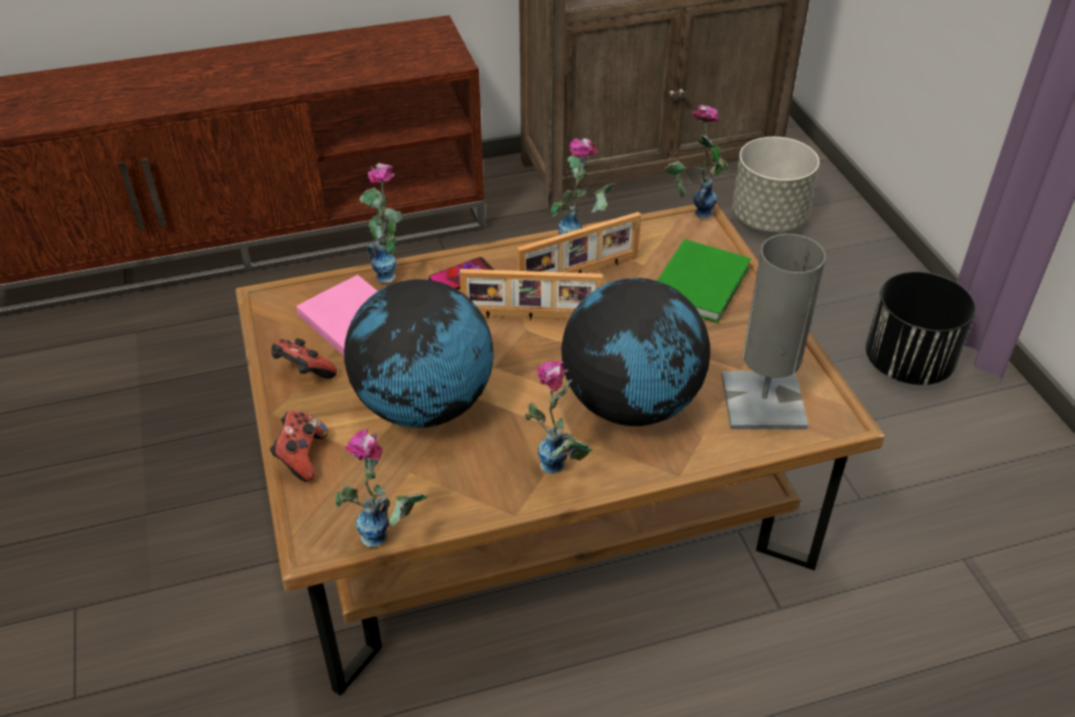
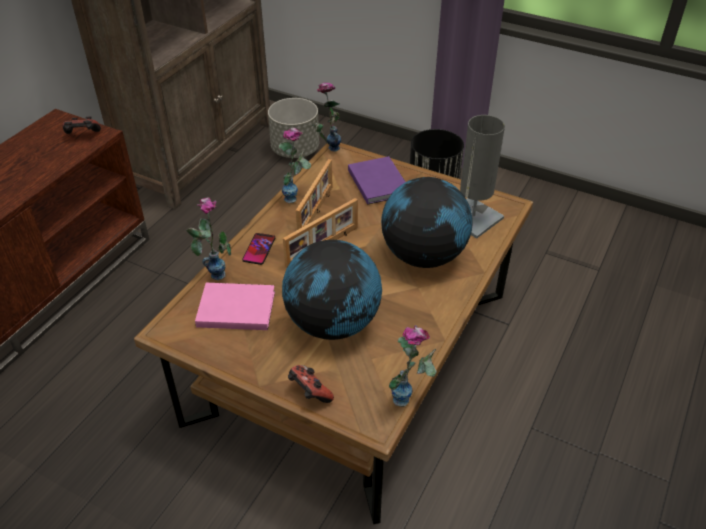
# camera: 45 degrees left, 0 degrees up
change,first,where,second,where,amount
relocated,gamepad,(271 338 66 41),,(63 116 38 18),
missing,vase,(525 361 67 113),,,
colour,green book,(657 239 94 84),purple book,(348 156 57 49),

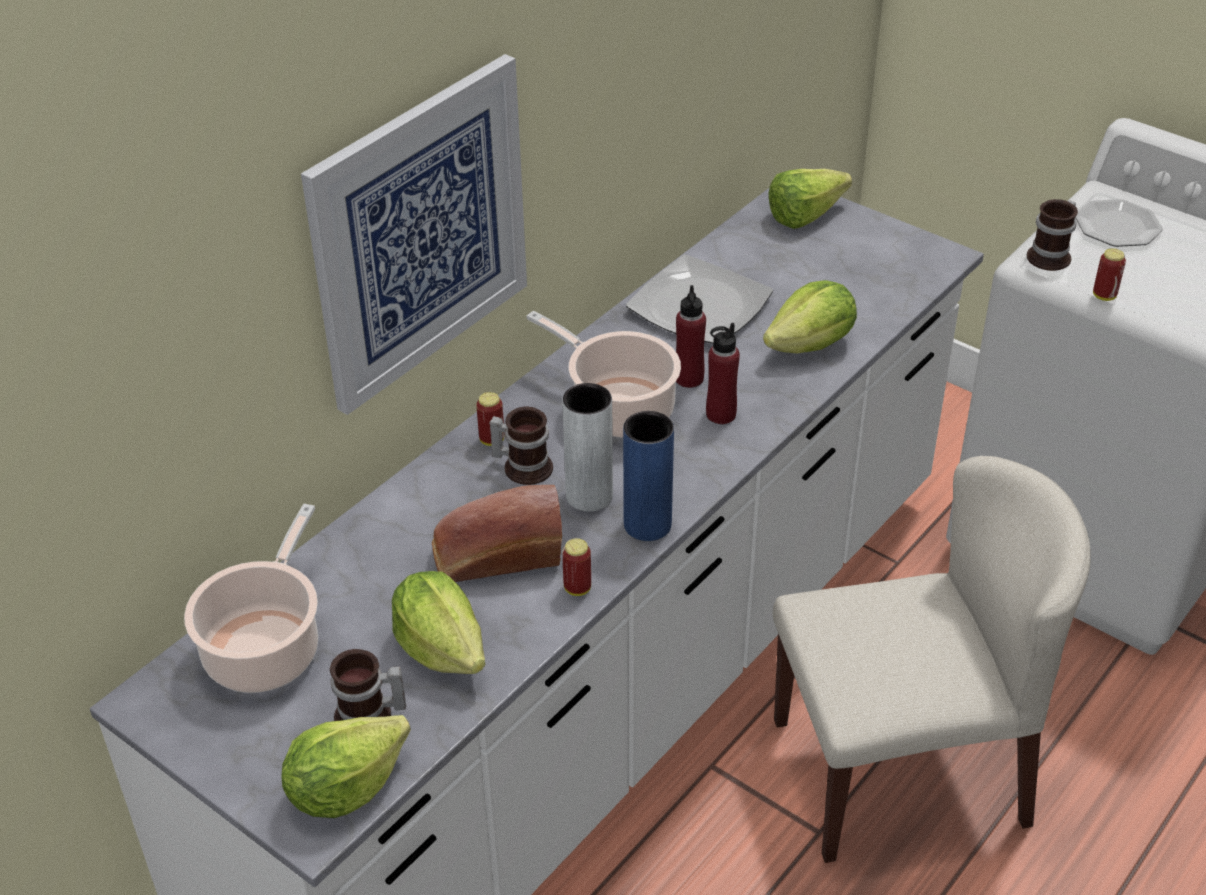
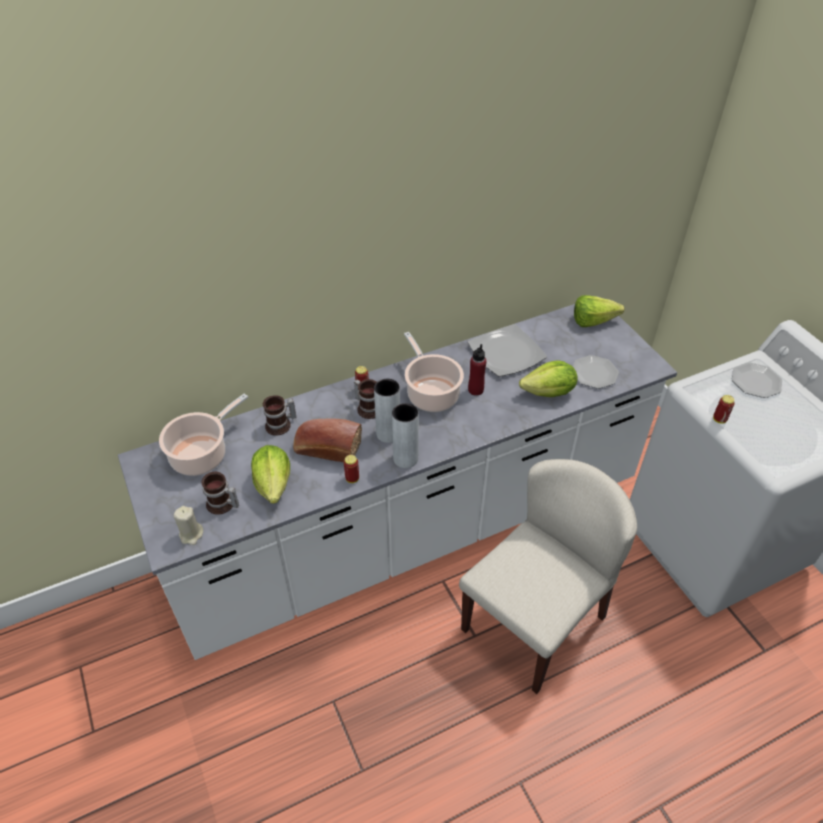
# camera: 25 degrees right, 5 degrees up
change,first,where,second,where,amount
exchanged,lettuce head,(281 715 130 103),beige-coloured candle,(174 506 29 39),
missing,wall picture,(301 54 226 361),,,
colour,blue-coloured vase,(623 411 51 130),grey vase,(392 403 27 65),
missing,red drink bottle,(706 323 34 101),,,
spun,beige-coloured upright chair,(773 456 318 407),,(459 459 178 235),60 degrees counterclockwise
relocated,coffee mug,(1027 199 51 72),,(263 395 33 41),
appeared,,,plate,(573 355 46 34),

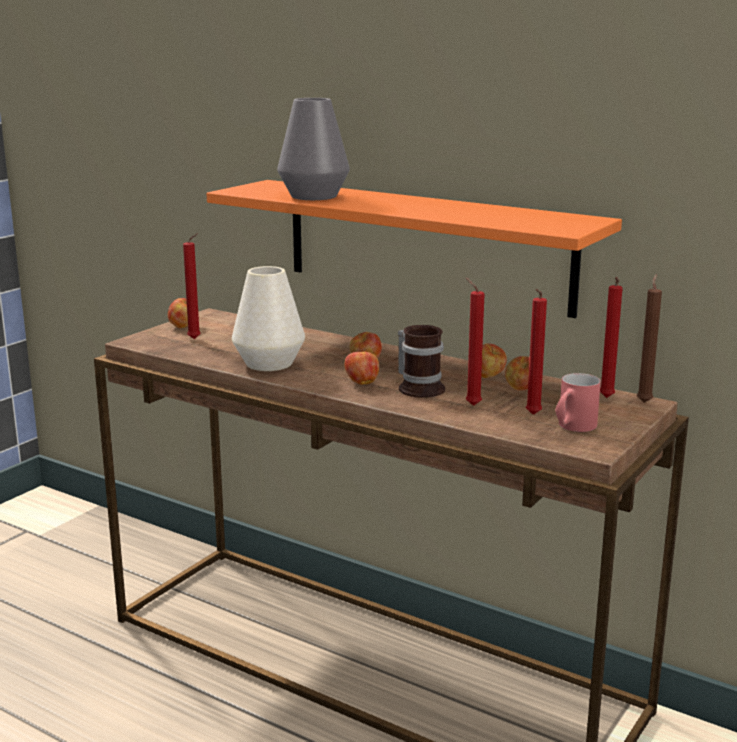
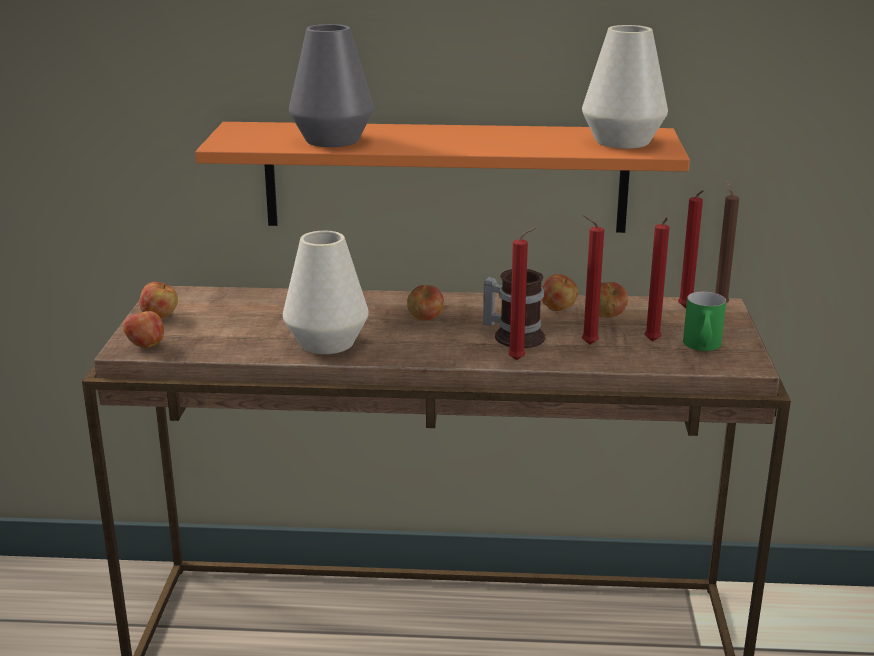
# camera: 30 degrees left, 5 degrees up
change,first,where,second,where,amount
relocated,red candle,(183 233 18 106),,(508 227 28 133),
relocated,apple fruit,(344 348 35 37),,(123 307 41 41),
colour,red coffee mug,(555 373 46 59),green coffee mug,(683 292 43 59),
appeared,,,white-coloured vase,(582 25 86 124),

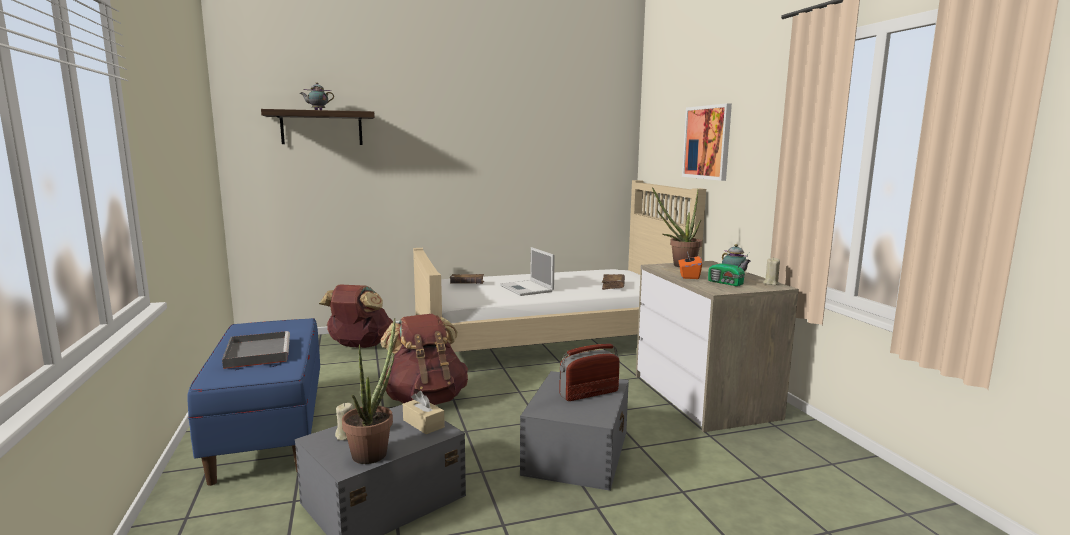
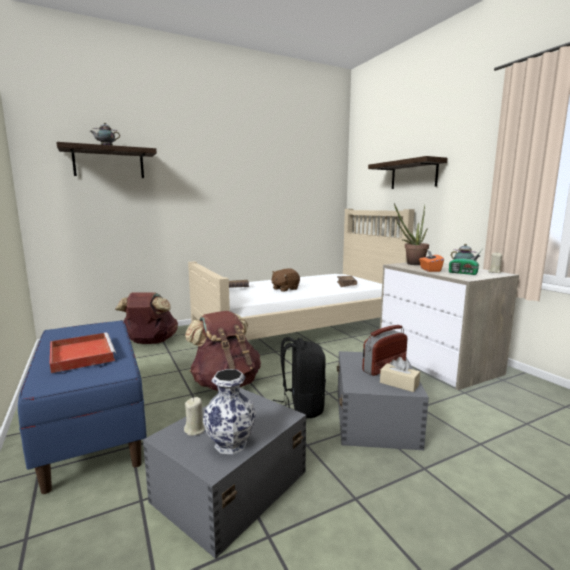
# camera: 10 degrees left, 0 degrees up
change,first,where,second,where,amount
colour,grey serving tray,(222 331 68 38),red serving tray,(50 333 66 40),
exchanged,houseplant,(342 318 53 146),vase,(203 369 53 86),
relocated,beige-coloured tissue holder,(403 391 42 43),,(380 357 40 35),
exchanged,laptop,(500 247 55 49),brown-coloured soft toy,(272 268 28 24),
exchanged,wall picture,(682 103 50 78),wall shelf,(368 156 80 33),
appeared,,,black backpack,(273 337 53 81),

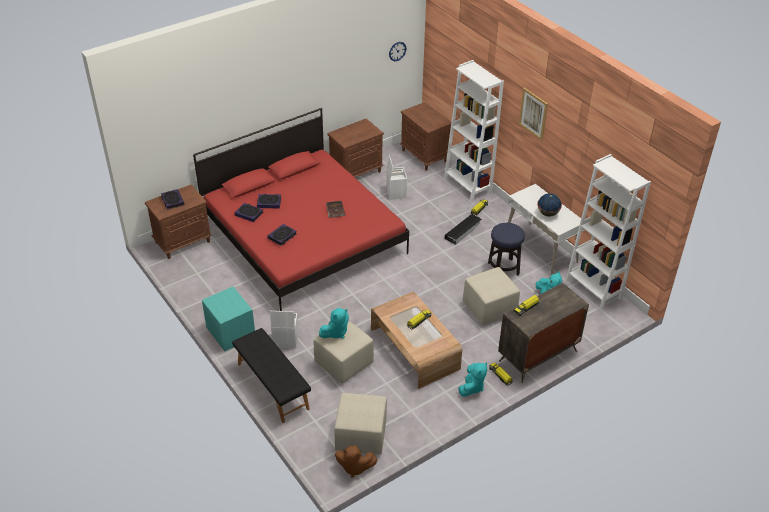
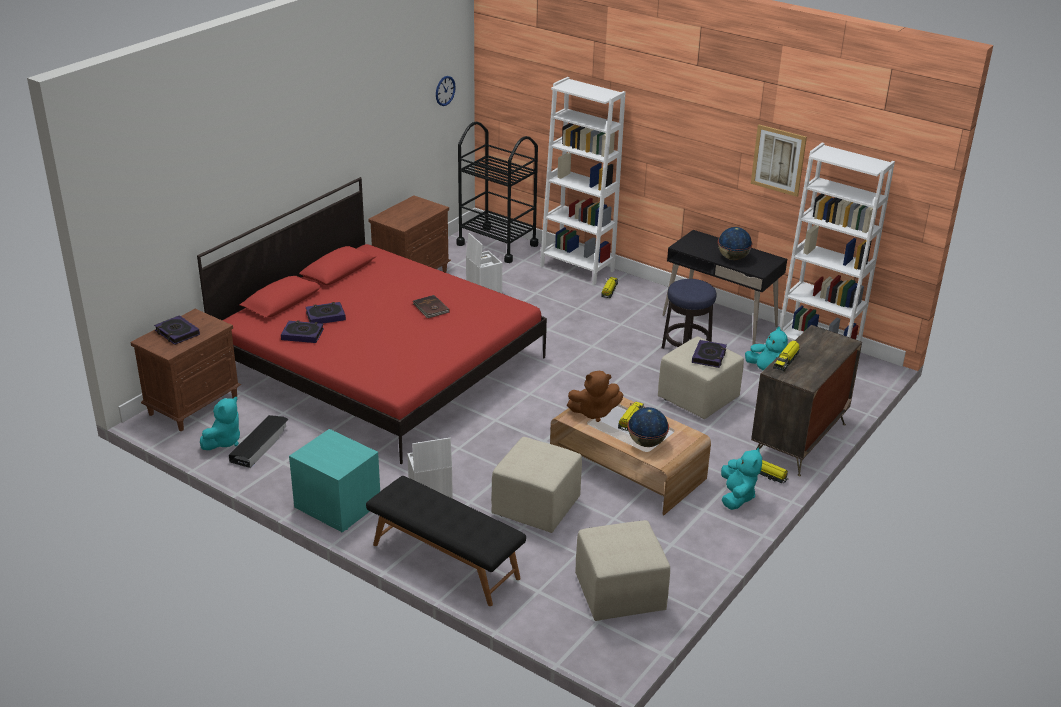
# camera: 20 degrees left, 10 degrees down
change,first,where,second,where,amount
relocated,book,(268 224 29 22),,(692 340 35 28),
relocated,turquoise-coloured soft toy,(319 308 30 31),,(200 397 40 53),
relocated,brown-coloured soft toy,(335 445 43 33),,(567 371 56 51),
exchanged,brown-coloured nightstand,(400 102 51 69),black wheeled cart,(456 121 82 142),
relocated,black storage container,(445 214 37 31),,(229 415 59 53),
colour,white-coloured desk table,(508 184 77 92),black desk table,(663 230 124 115),
relocated,wall picture,(519 88 29 53),,(751 125 56 72),
appeared,,,globe,(628 407 41 40),

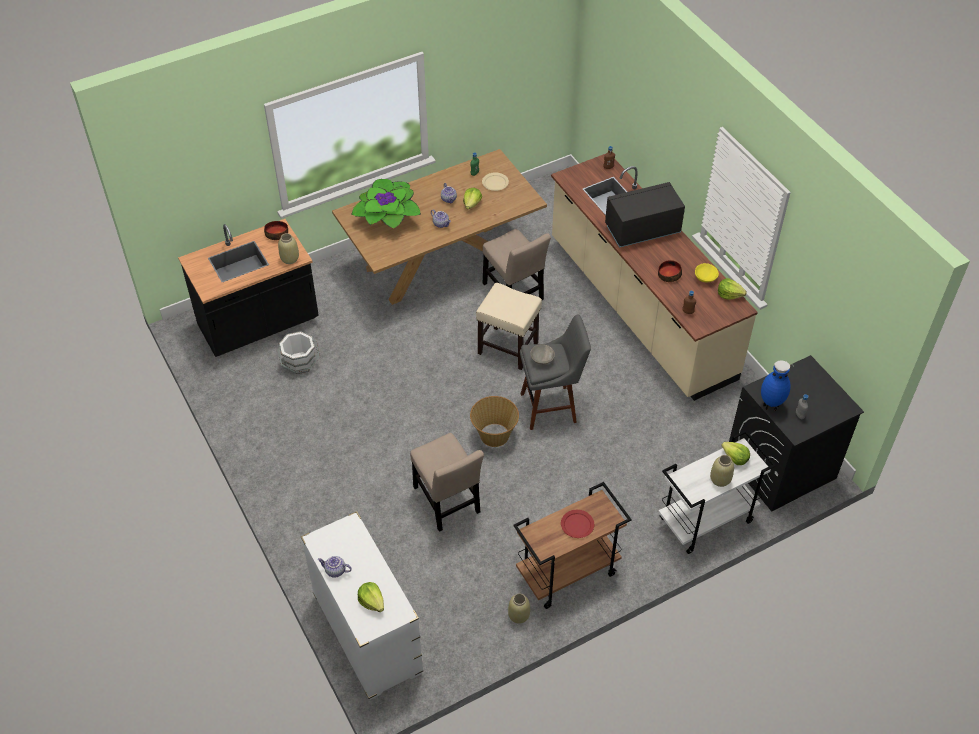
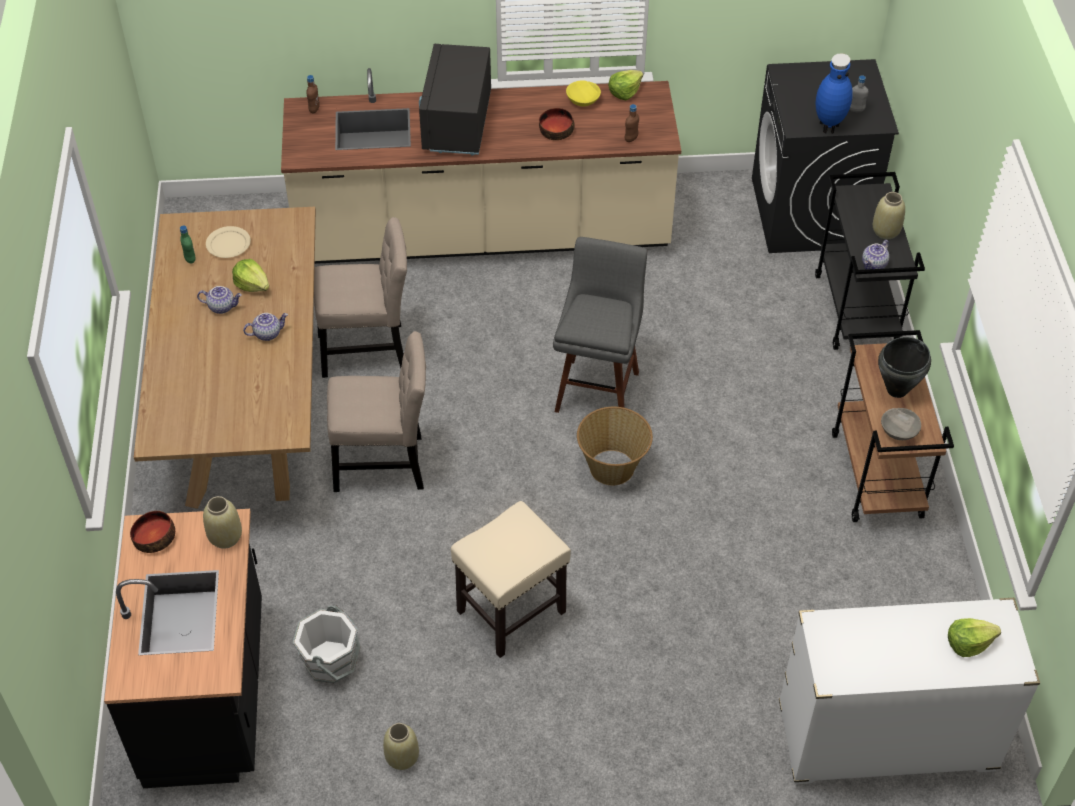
# camera: 65 degrees left, 0 degrees up
change,first,where,second,where,amount
relocated,teapot,(317 556 34 22),,(862 240 27 30),
missing,houseplant,(351 179 70 50),,,
relocated,beige-coloured upright chair,(410 433 74 99),,(327 331 99 161),
relocated,beige-coloured stool seat,(476 283 66 87),,(451 501 120 157),
relocated,beige-coloured vase,(508 593 22 31),,(383 723 36 47),
relocated,grey serving bowl,(531 344 24 21),,(881 408 40 32),
exchanged,red plate,(561 510 33 28),black cooking pot,(878 337 53 61),
colour,white-coloured wheeled cart,(658 430 118 124),black wheeled cart,(815 172 110 178),
missing,lettuce head,(721 442 29 23),,,

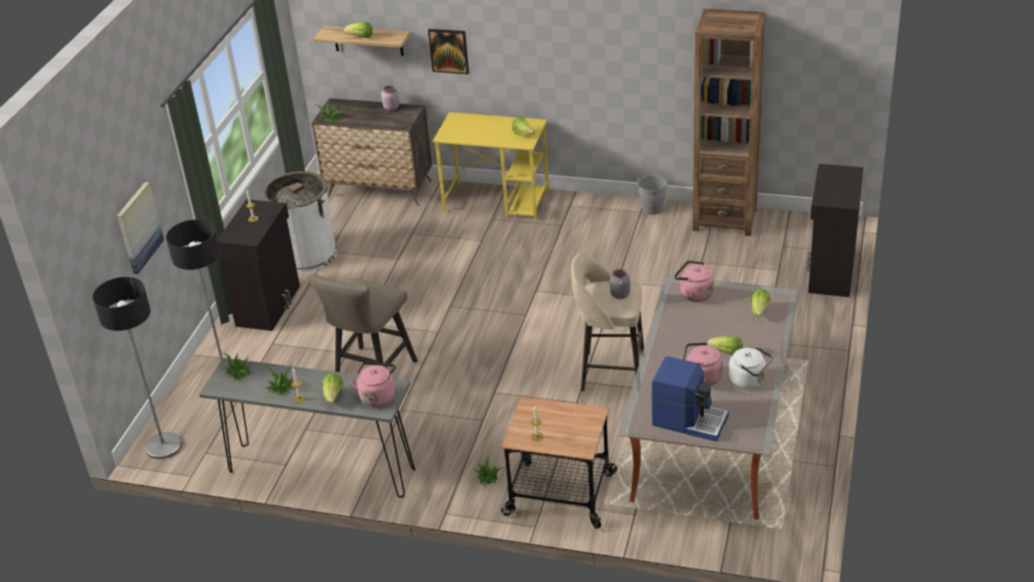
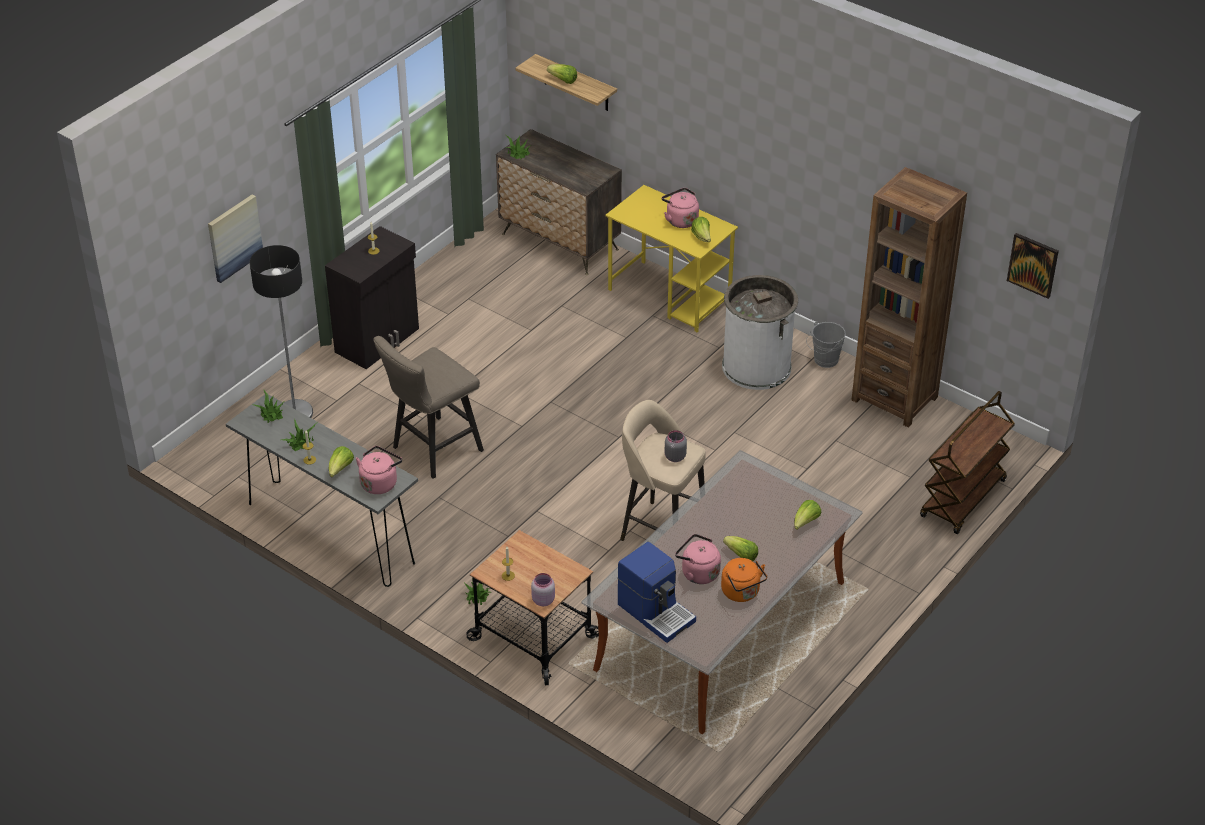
# camera: 20 degrees right, 5 degrees up
change,first,where,second,where,amount
missing,floor lamp,(93 277 89 182),,,
relocated,white-coloured trash can,(262 171 75 101),,(722 275 76 115),
relocated,pinkish preserve jar,(381 86 18 25),,(531 573 24 33),
relocated,wall picture,(428 29 41 45),,(1007 233 52 66),
relocated,pinkish tea kettle,(674 260 40 42),,(661 188 38 40),
colour,white-coloured tea kettle,(729 347 44 42),orange tea kettle,(721 558 46 44),
exchanged,black storage cabinet,(807 164 56 133),brown-coloured wheeled cart,(920 391 95 143),

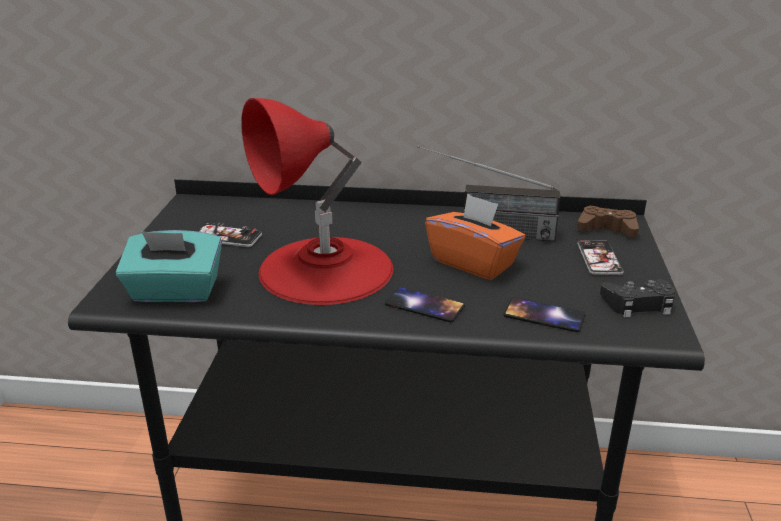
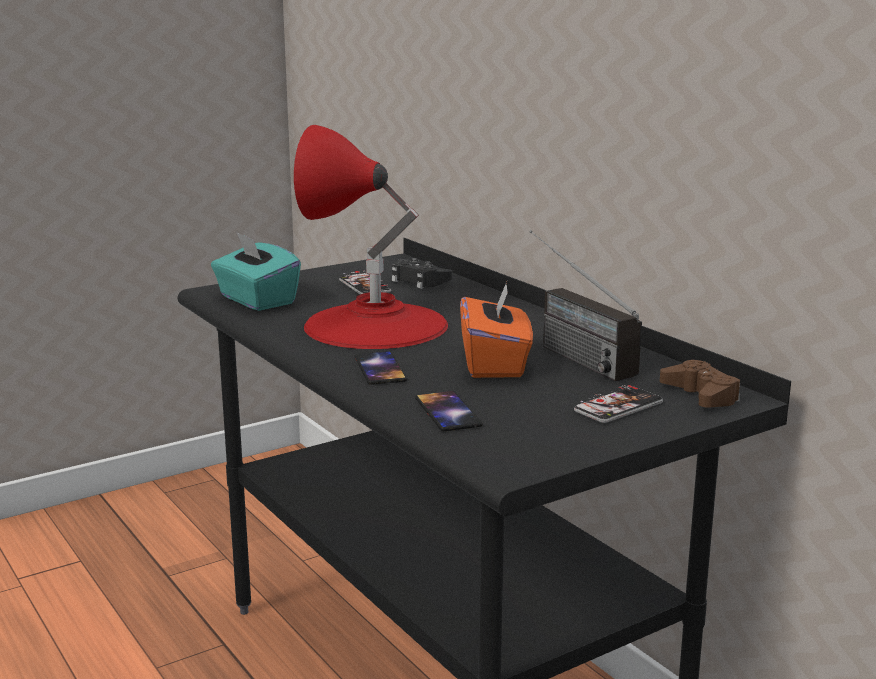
# camera: 50 degrees right, 10 degrees down
change,first,where,second,where,amount
relocated,black gamepad,(600 279 75 39),,(392 258 60 31),

